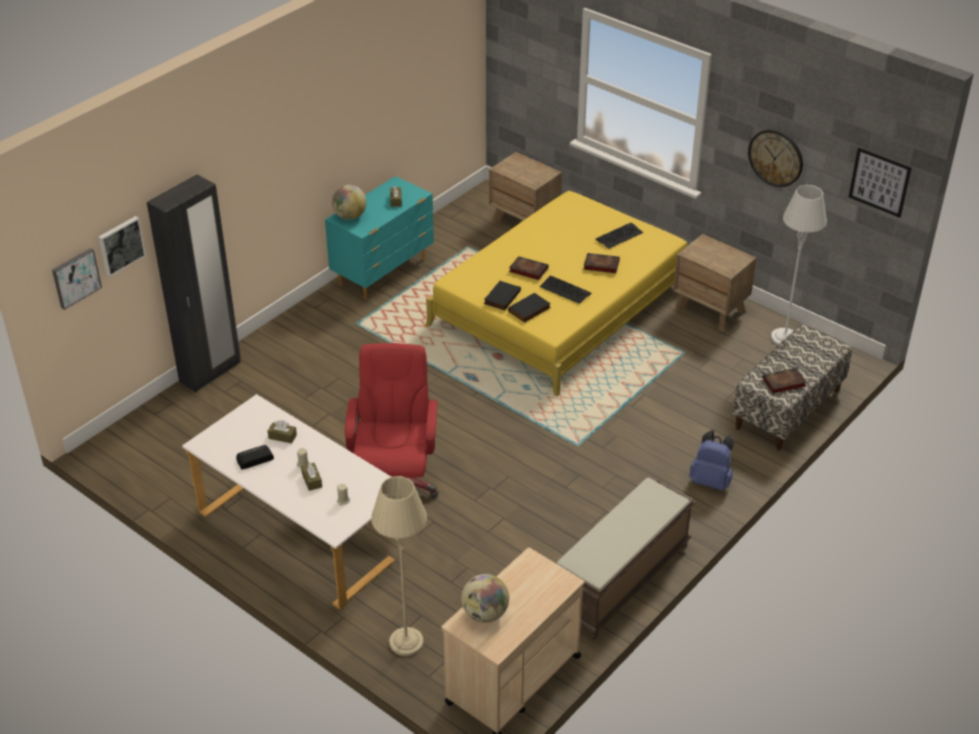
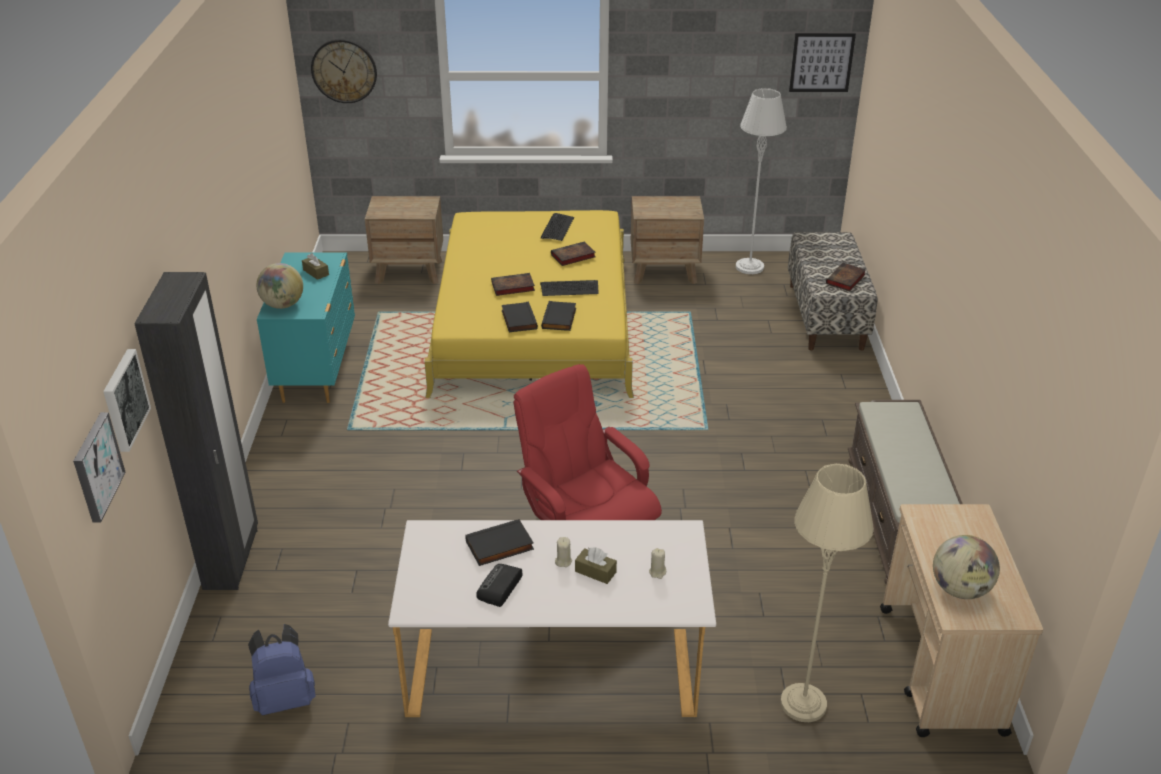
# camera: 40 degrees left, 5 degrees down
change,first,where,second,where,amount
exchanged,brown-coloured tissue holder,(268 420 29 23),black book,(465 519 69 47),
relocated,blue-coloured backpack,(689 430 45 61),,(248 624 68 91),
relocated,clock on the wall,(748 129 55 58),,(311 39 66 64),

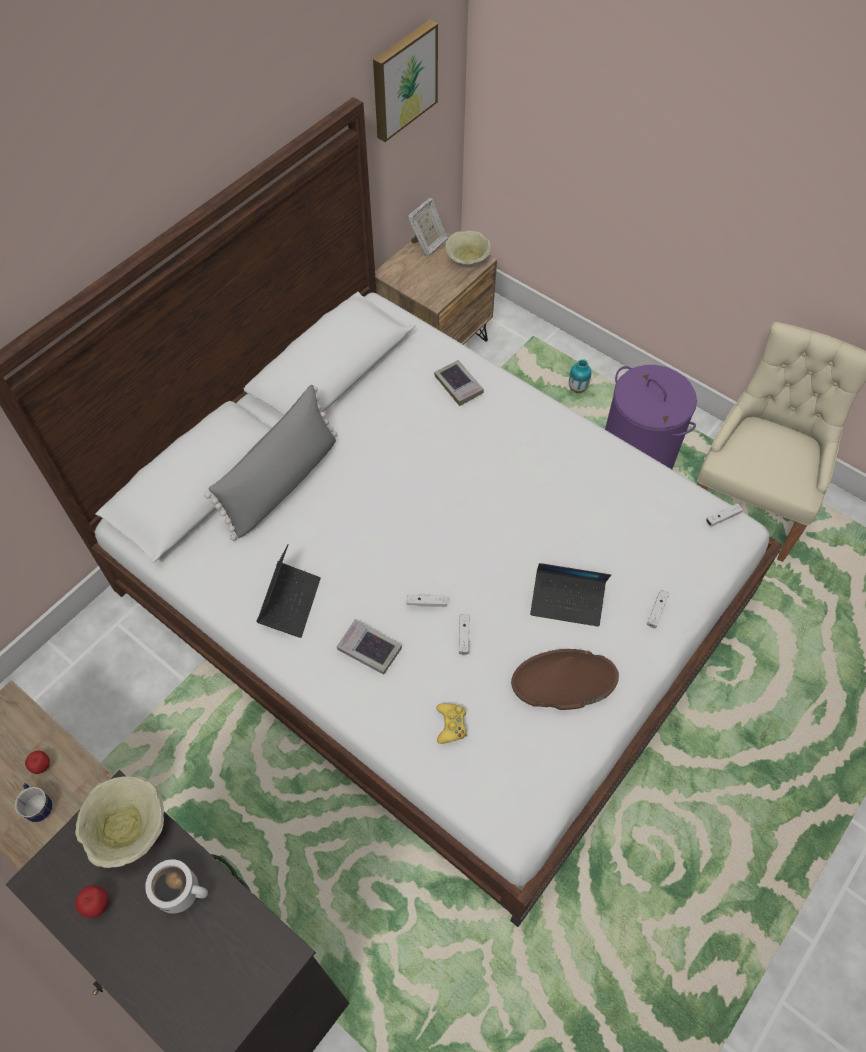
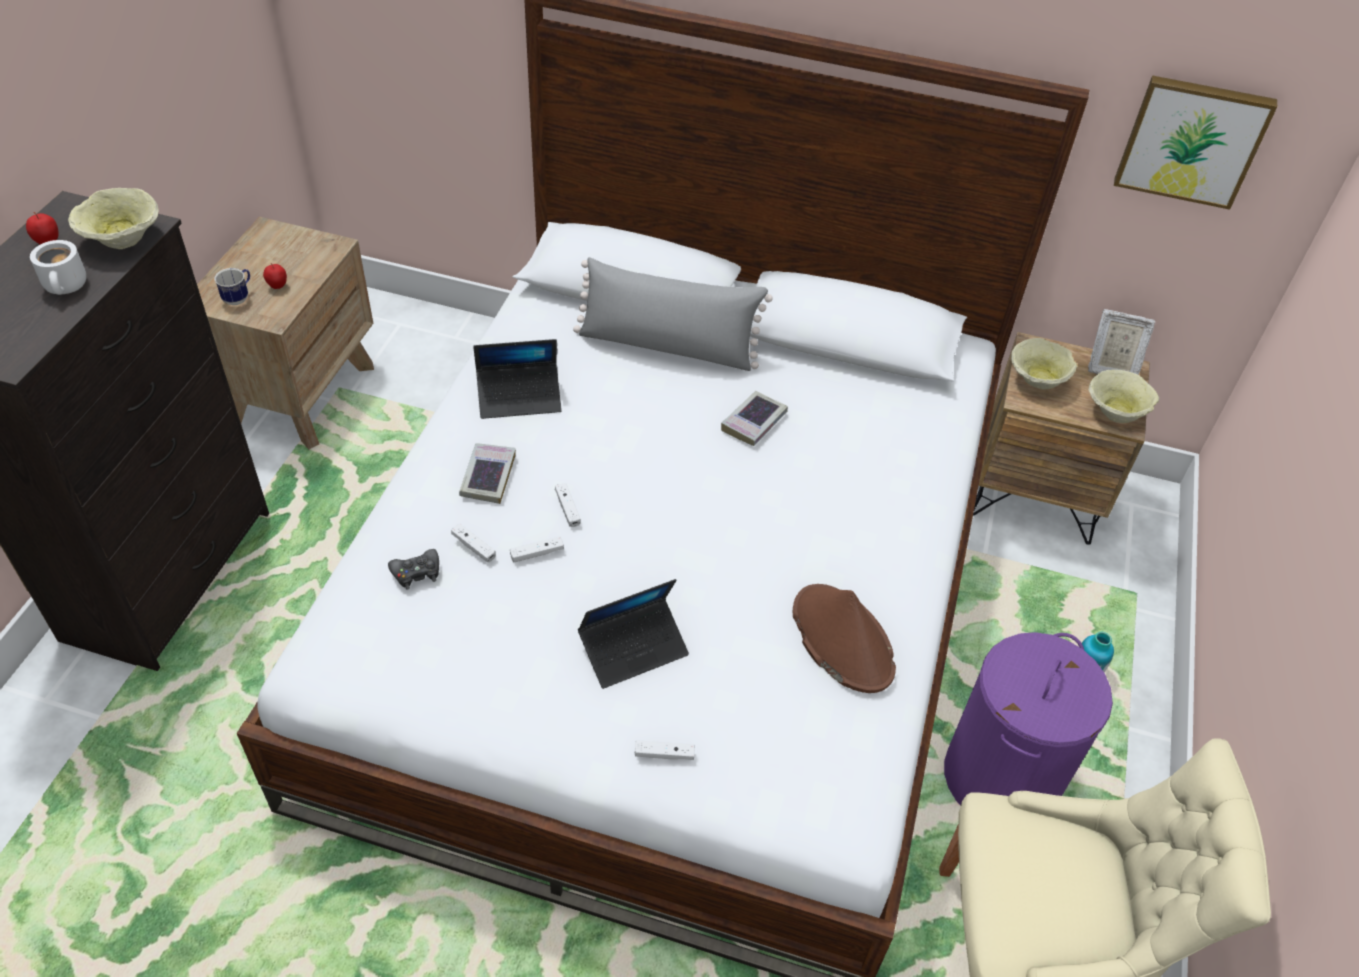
# camera: 65 degrees right, 10 degrees down
change,first,where,second,where,amount
relocated,book,(434 360 50 46),,(721 391 67 55),
colour,yellowish gamepad,(436 703 31 41),black gamepad,(388 549 51 40),
relocated,brown-coloured hat,(511 649 108 61),,(793 584 103 109),
spun,laptop,(530 563 81 64),,(578 579 111 110),105 degrees counterclockwise
relocated,white-coloured gamepad,(706 503 37 24),,(451 524 45 39),
appeared,,,beige-coloured serving bowl,(1011 338 66 52),

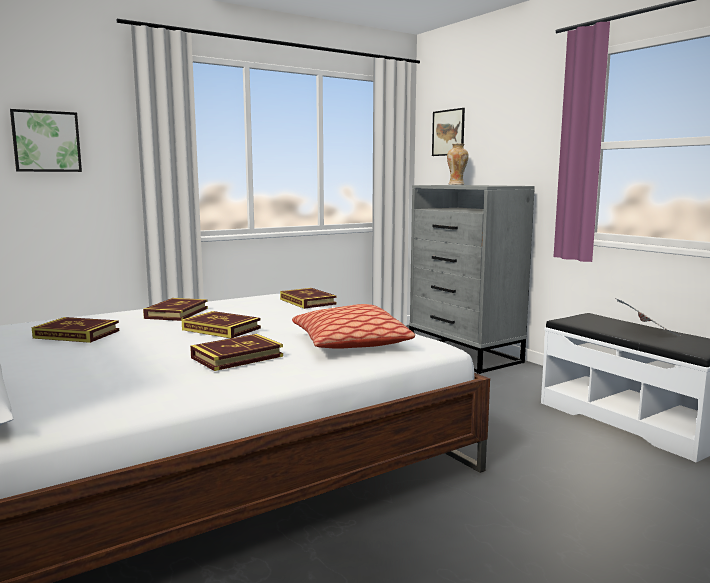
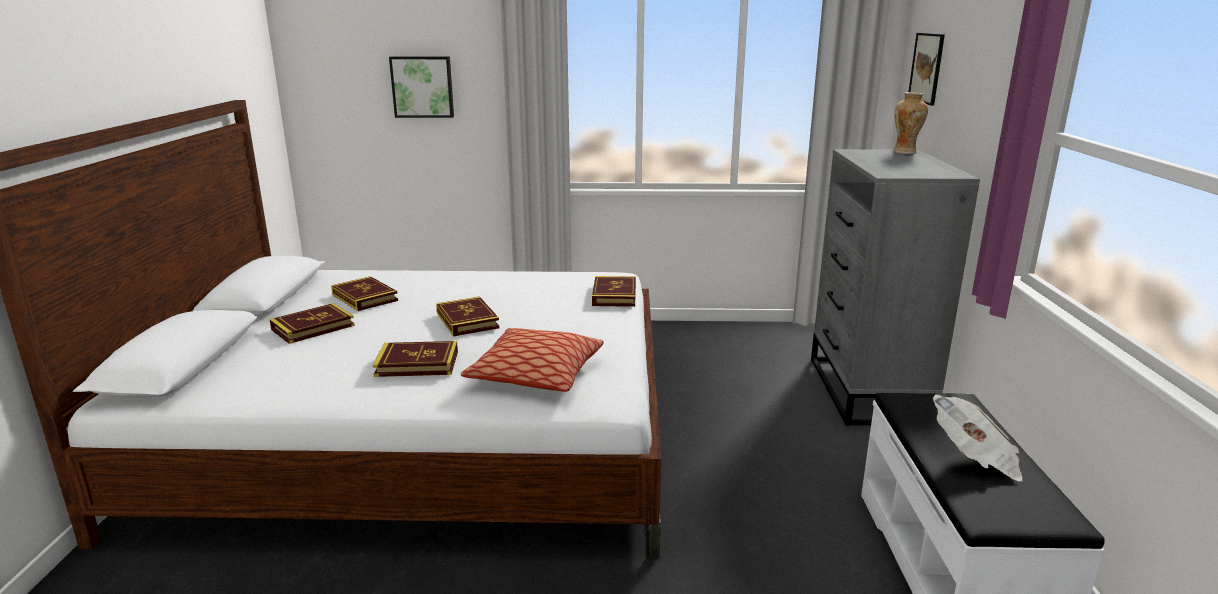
# camera: 35 degrees right, 10 degrees up
change,first,where,second,where,amount
relocated,book,(143 298 65 23),,(269 303 86 41),

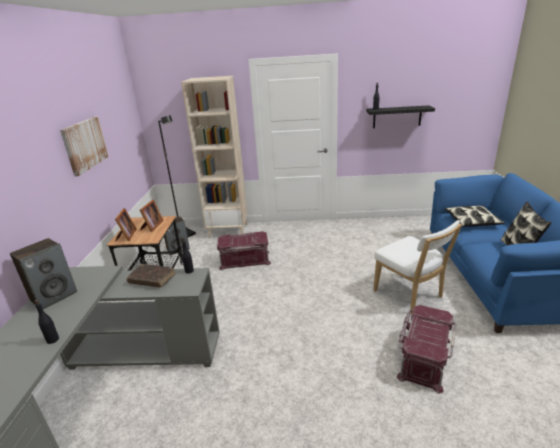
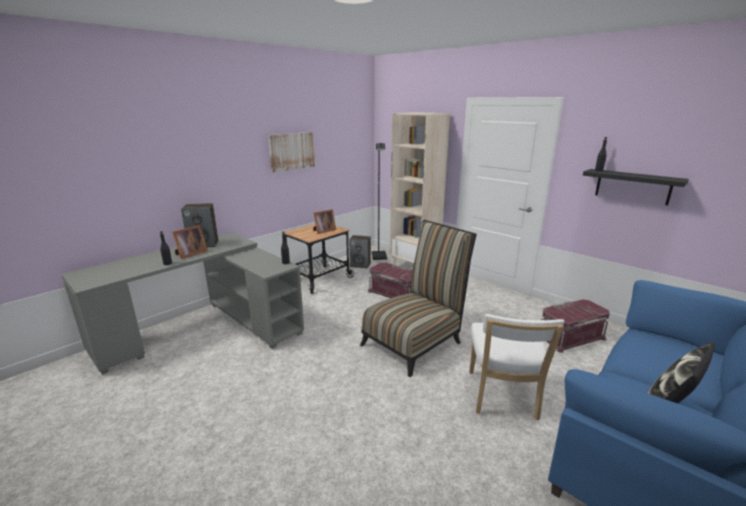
# camera: 40 degrees right, 5 degrees down
change,first,where,second,where,amount
relocated,photo frame,(115 208 22 33),,(172 225 36 34),
missing,brown-coloured book,(127 264 48 24),,,
relocated,red storage container,(397 305 59 89),,(541 299 69 54),
missing,throw pillow,(445 206 60 21),,,
appeared,,,upright chair,(360 220 117 157),

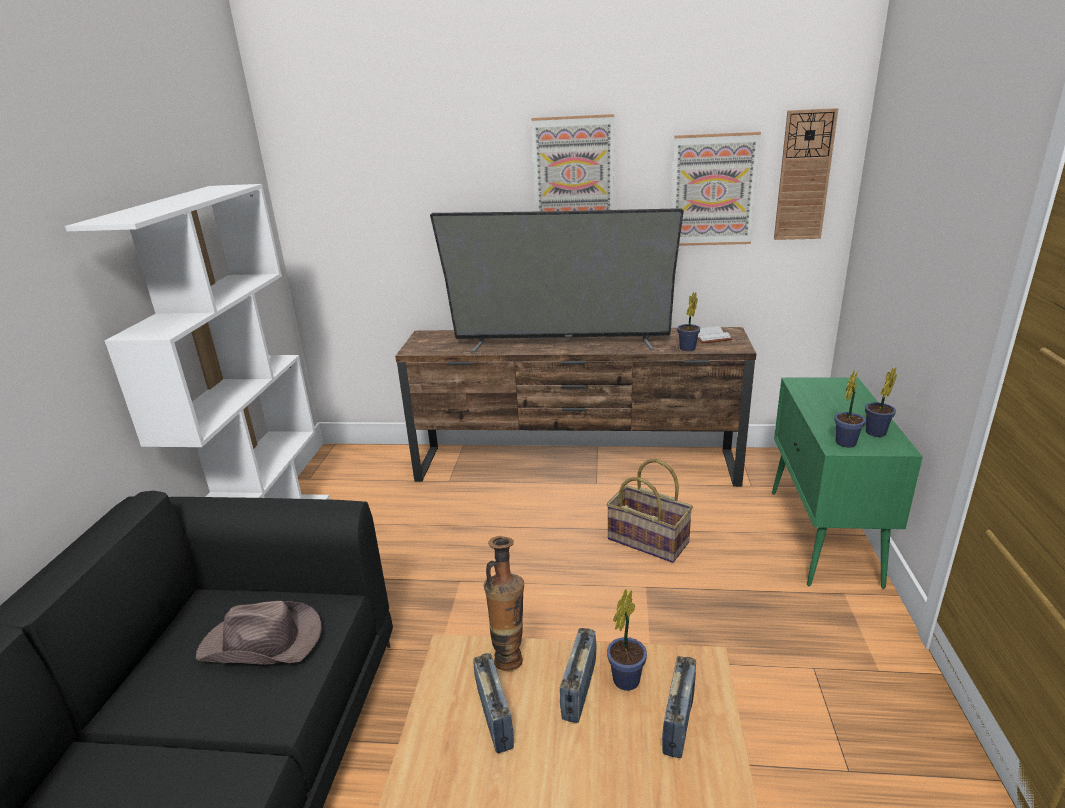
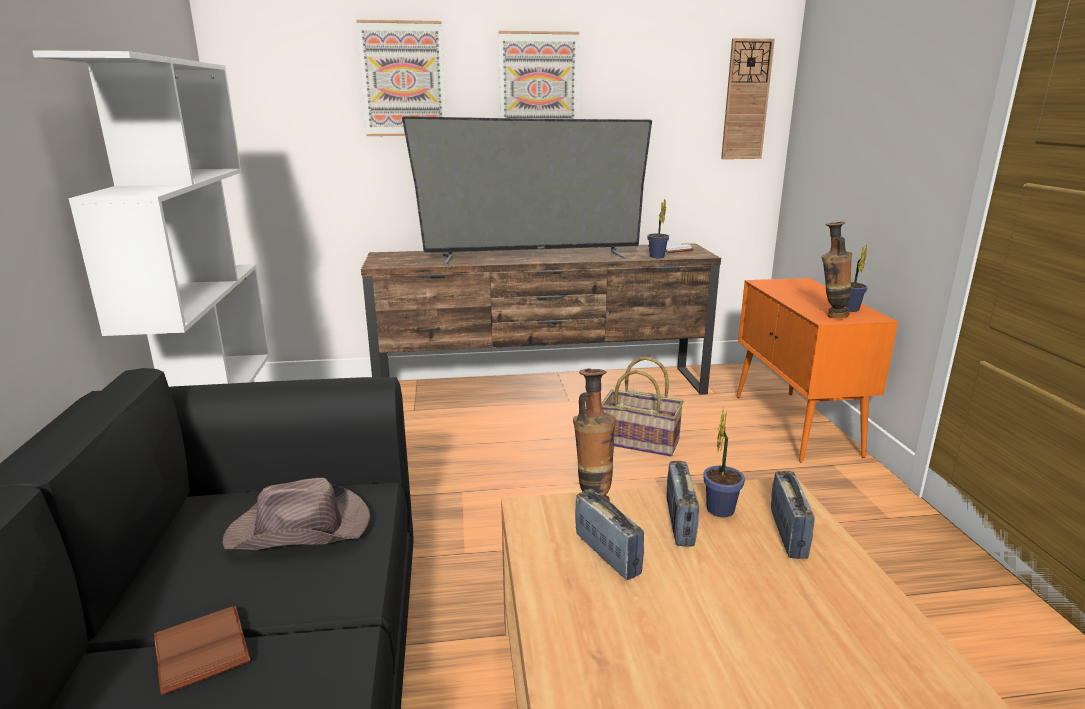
# camera: 15 degrees left, 5 degrees down
change,first,where,second,where,amount
relocated,wall picture,(672 132 89 114),,(356 20 90 116),
colour,green storage cabinet,(772 377 151 212),orange storage cabinet,(736 278 162 185),
exchanged,houseplant,(834 370 32 78),vase,(821 222 31 96),
appeared,,,brown-coloured book,(154 606 96 89),

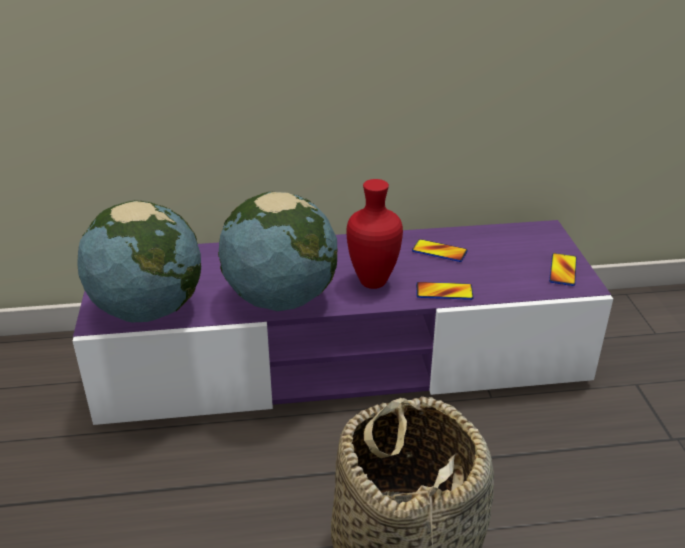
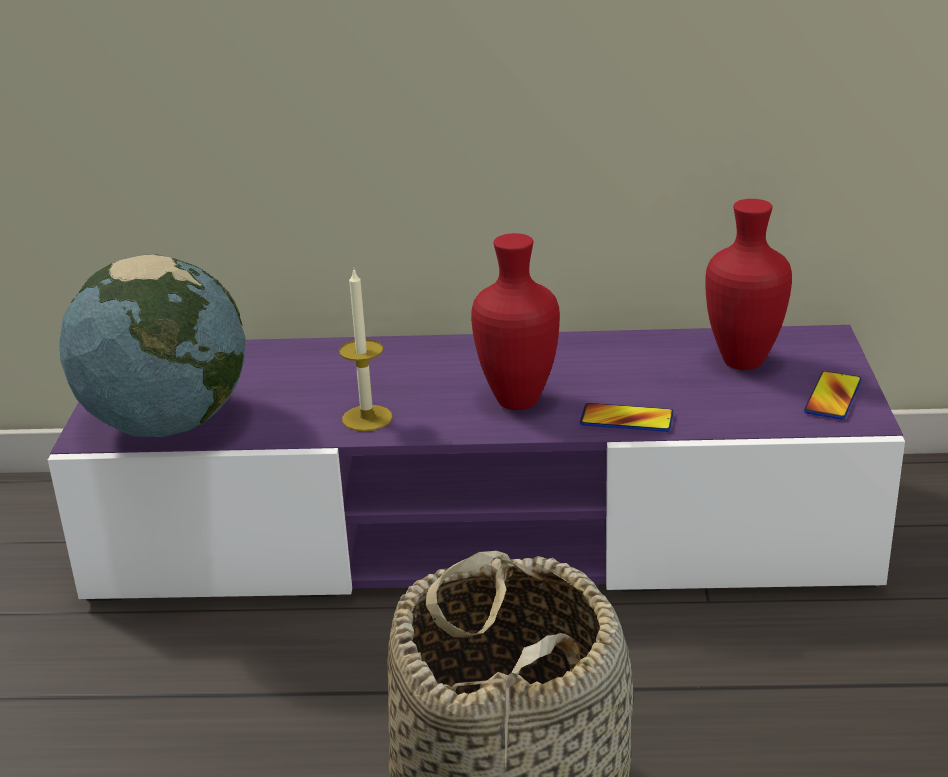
# camera: 10 degrees right, 5 degrees down
change,first,where,second,where,amount
exchanged,globe,(218 192 120 119),candle,(339 267 53 164),
missing,handset,(412 239 56 23),,,
appeared,,,red vase,(705 199 87 171),

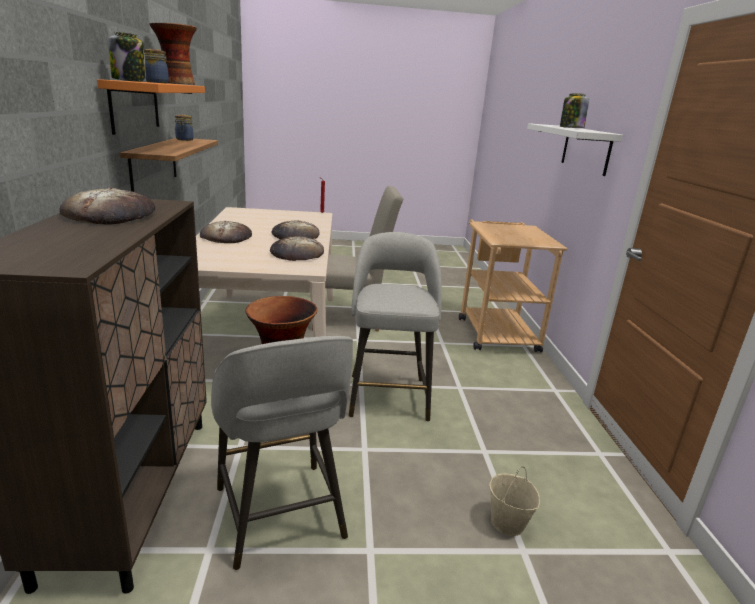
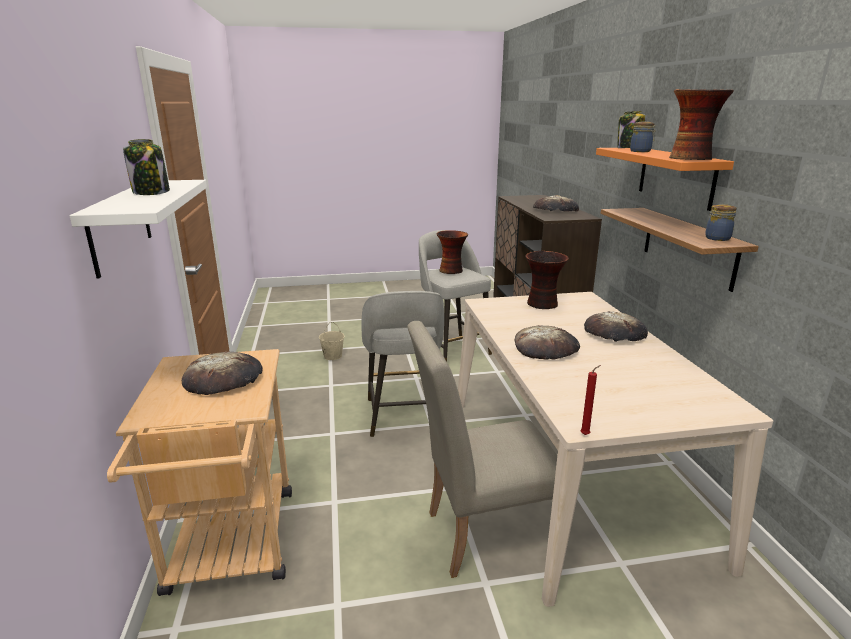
# camera: 175 degrees right, 0 degrees up
change,first,where,second,where,amount
relocated,baked bread,(270 236 54 25),,(182 351 81 44),
appeared,,,vase,(525 251 44 58),

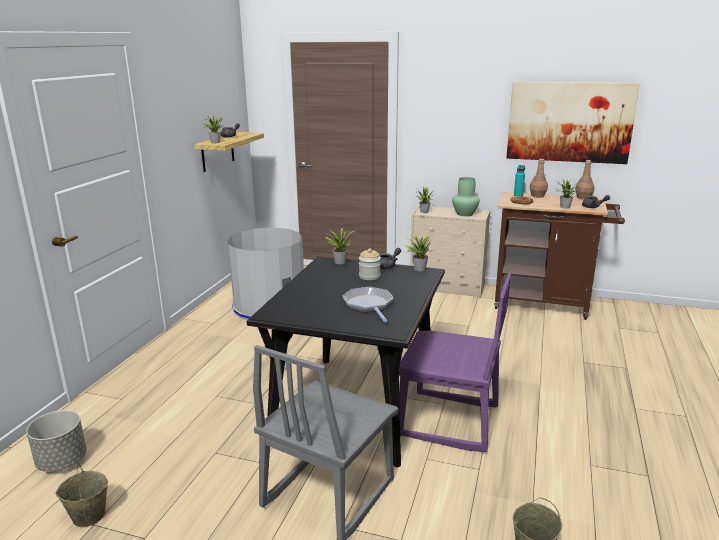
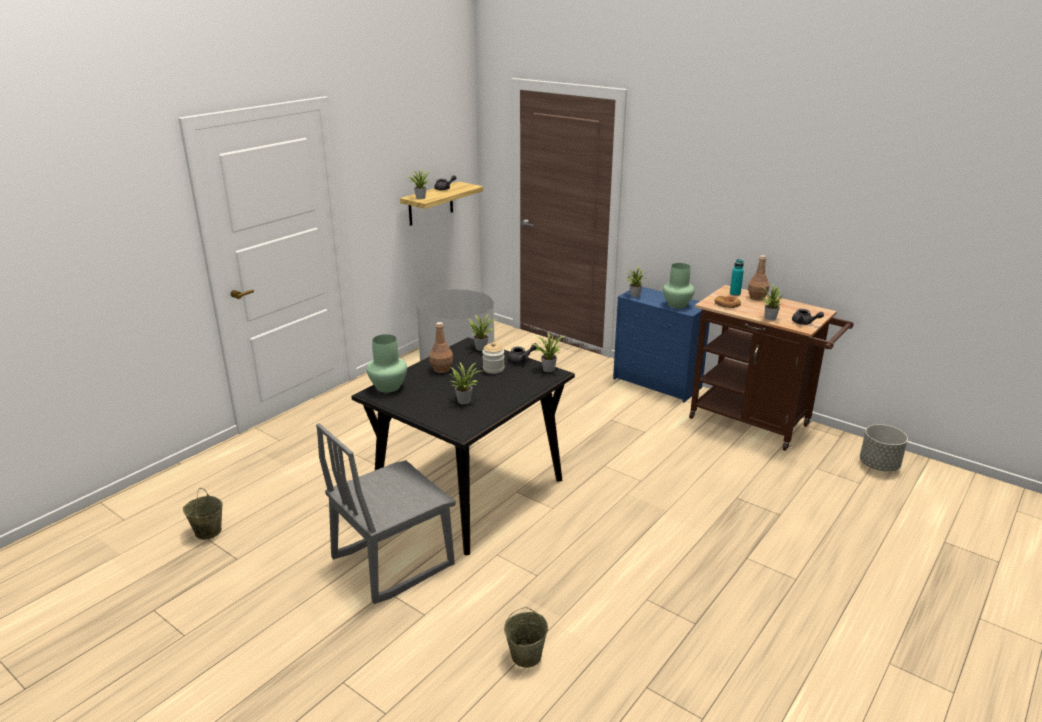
# camera: 20 degrees right, 5 degrees up
change,first,where,second,where,amount
relocated,grey planter,(26 410 61 62),,(860 424 48 48),
exchanged,pan,(343 287 51 35),houseplant,(449 363 30 41),
missing,purple upright chair,(399 273 112 179),,,
colour,beige-coloured drawer chest,(410 205 80 93),blue-coloured drawer chest,(613 287 97 115),
missing,wall picture,(507 81 133 83),,,
relocated,brown-coloured drink bottle,(575 160 20 40),,(429 322 24 51),
appeared,,,green vase,(367 334 40 59),

